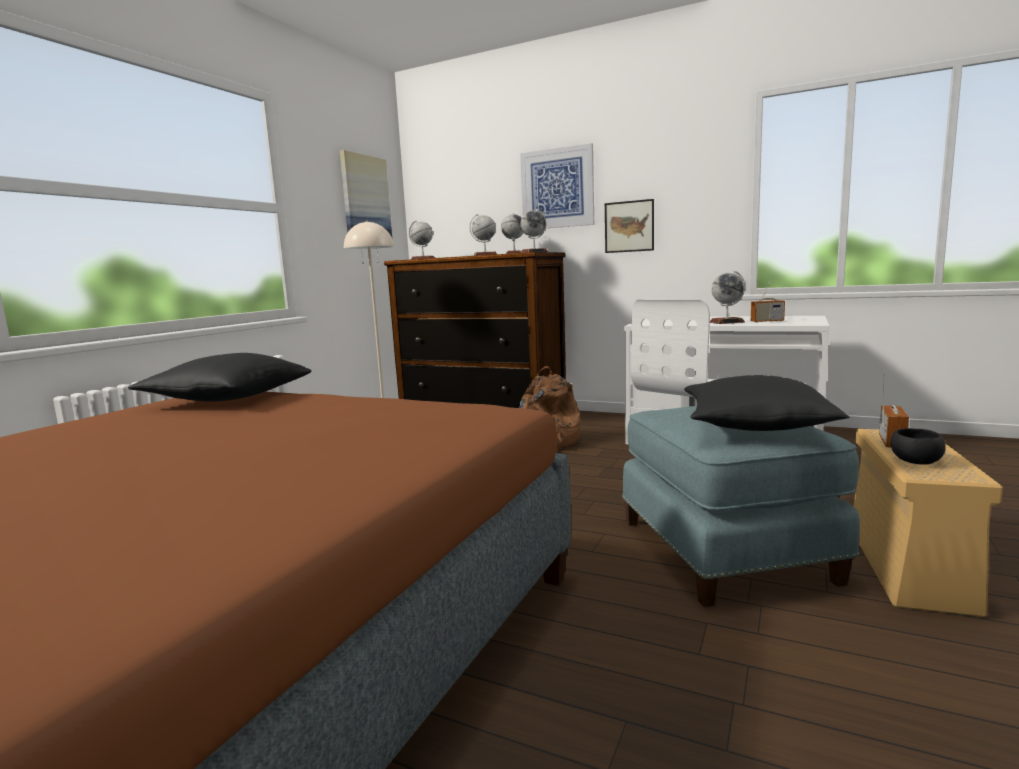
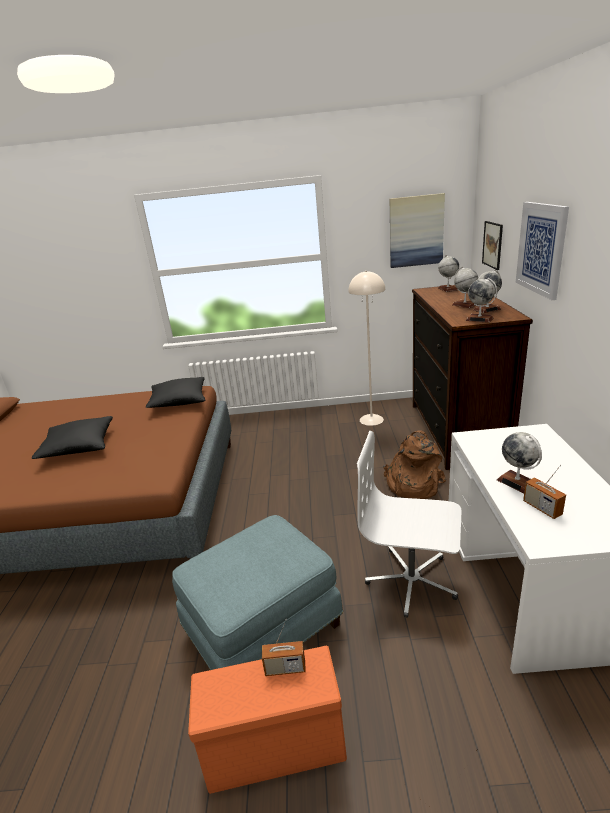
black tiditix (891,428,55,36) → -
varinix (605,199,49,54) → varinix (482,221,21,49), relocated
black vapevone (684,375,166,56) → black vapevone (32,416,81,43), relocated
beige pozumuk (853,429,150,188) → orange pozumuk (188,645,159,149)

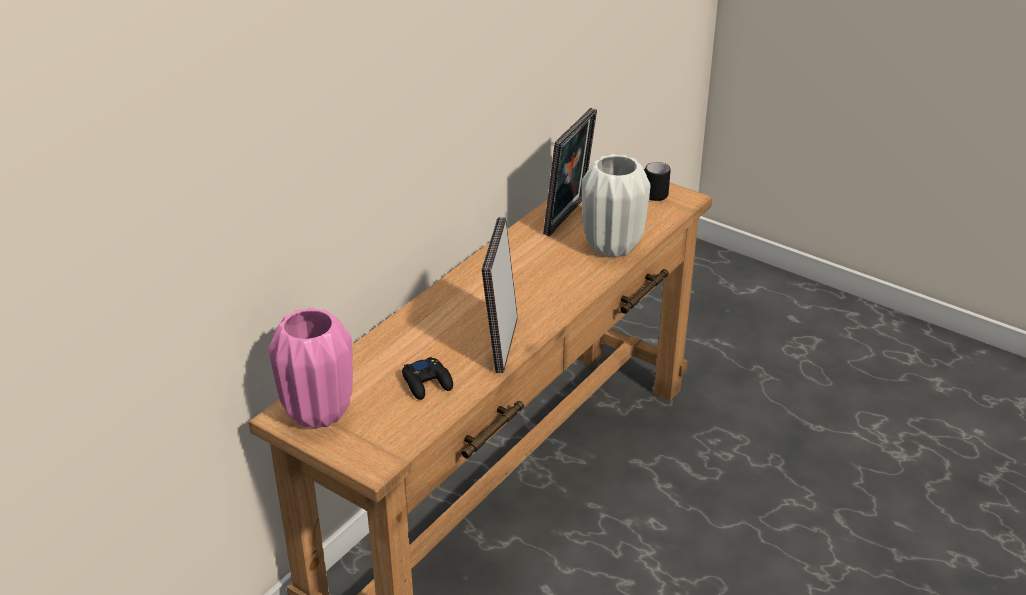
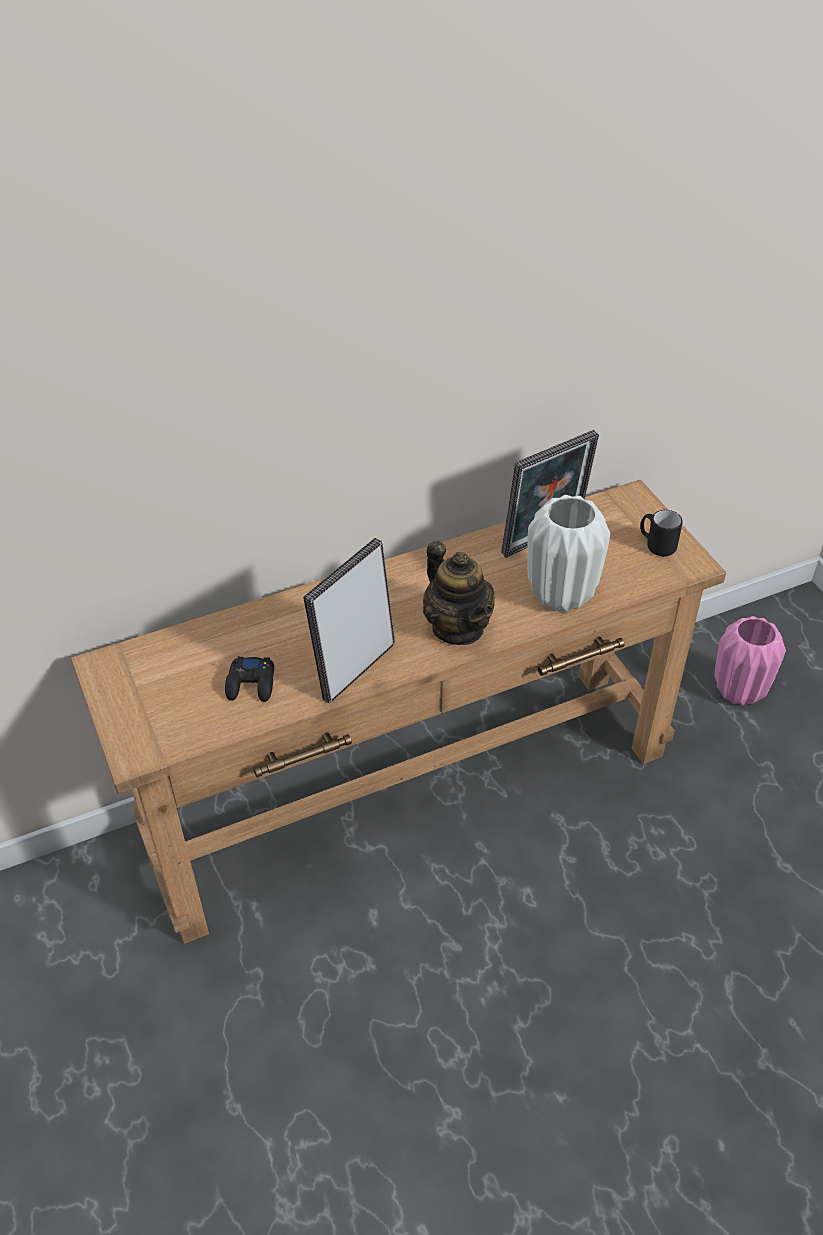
- → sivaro (423,541,72,104)
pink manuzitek (269,307,84,122) → pink manuzitek (714,616,72,90), relocated

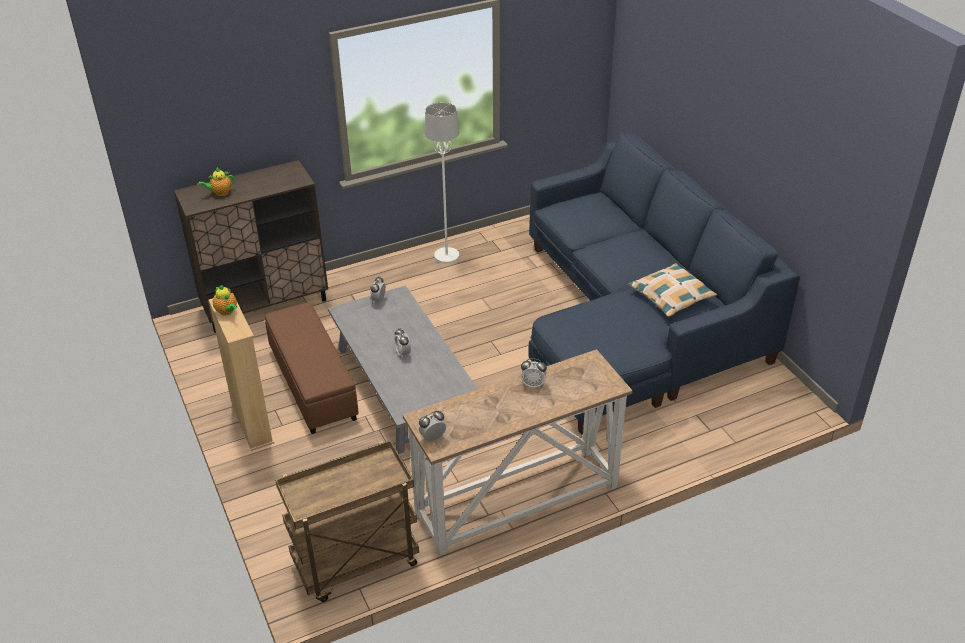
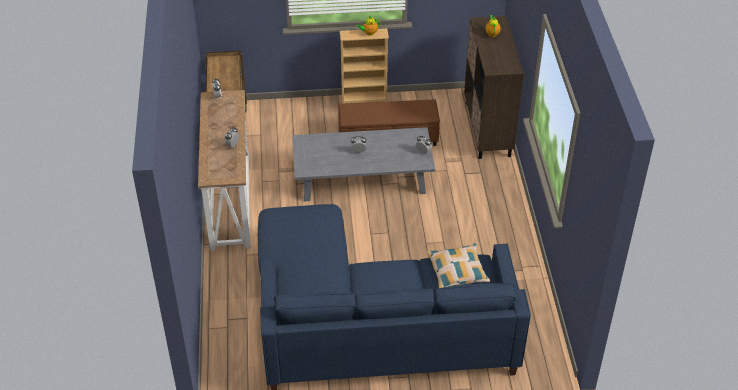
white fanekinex (425,102,34,162) → -
vapevone (628,263,89,54) → vapevone (427,243,63,45), relocated

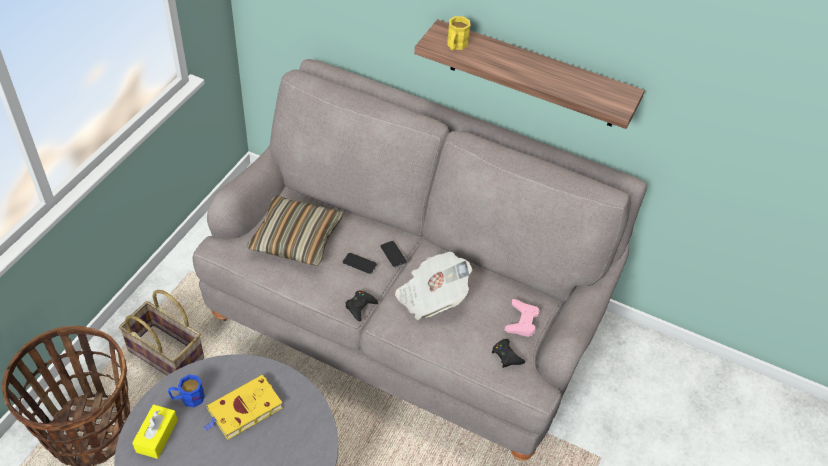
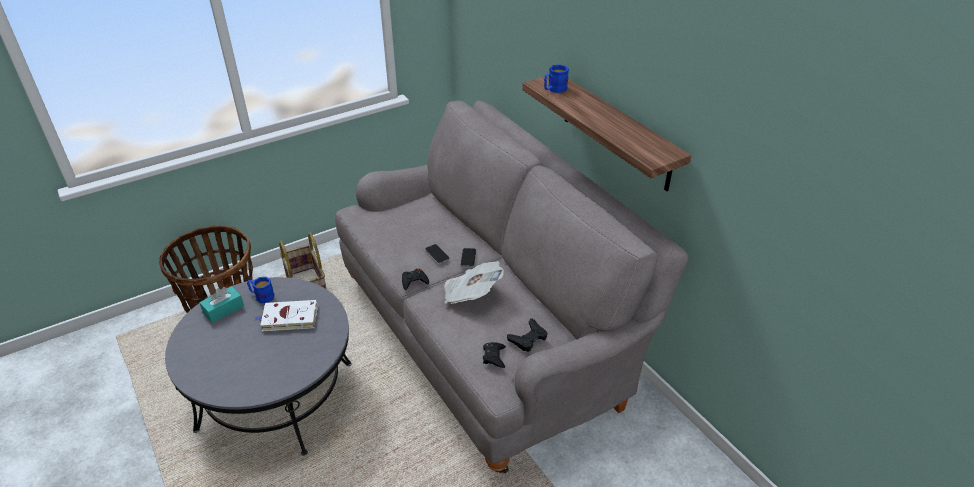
vapevone (247,195,97,71) → -
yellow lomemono (132,404,46,55) → turquoise lomemono (200,286,44,37)
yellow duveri (203,375,80,65) → white duveri (255,300,63,31)
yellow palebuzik (447,16,24,34) → blue palebuzik (544,64,25,29)
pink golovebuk (504,299,36,38) → black golovebuk (507,318,41,34)

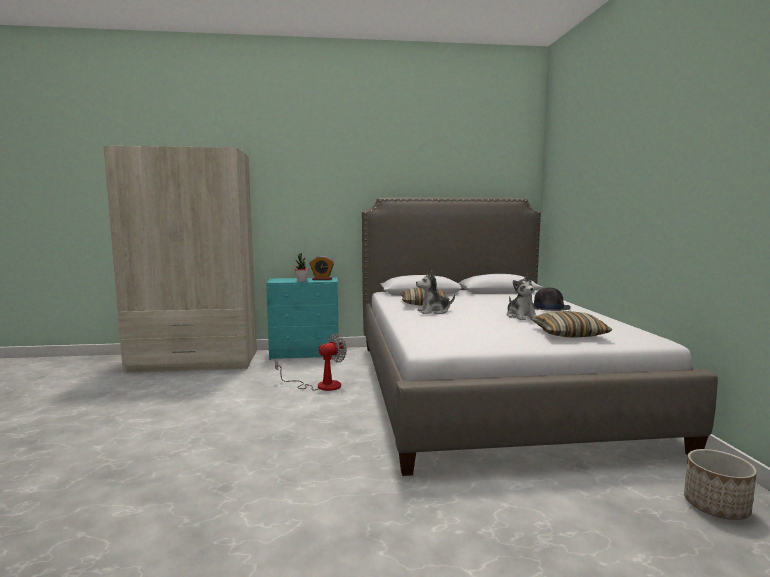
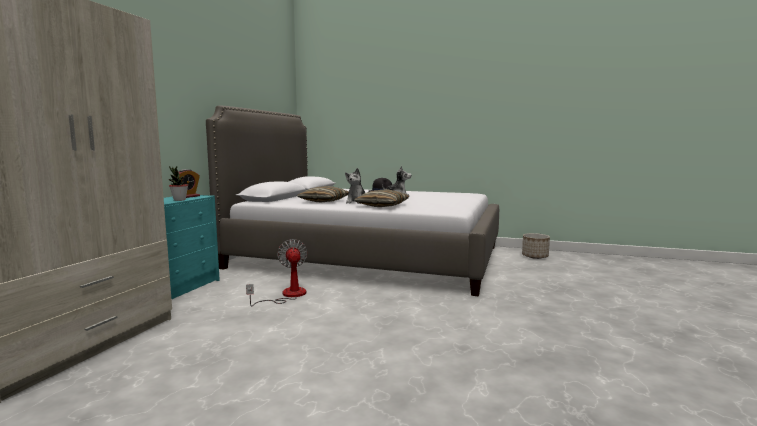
vapevone (531,311,81,27) → vapevone (354,189,55,18), relocated

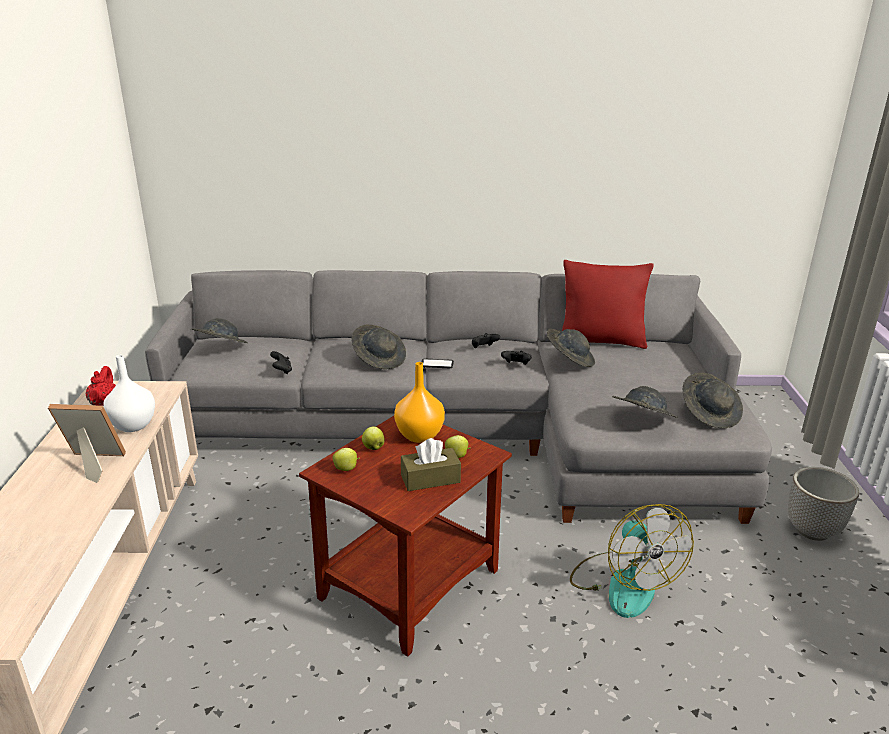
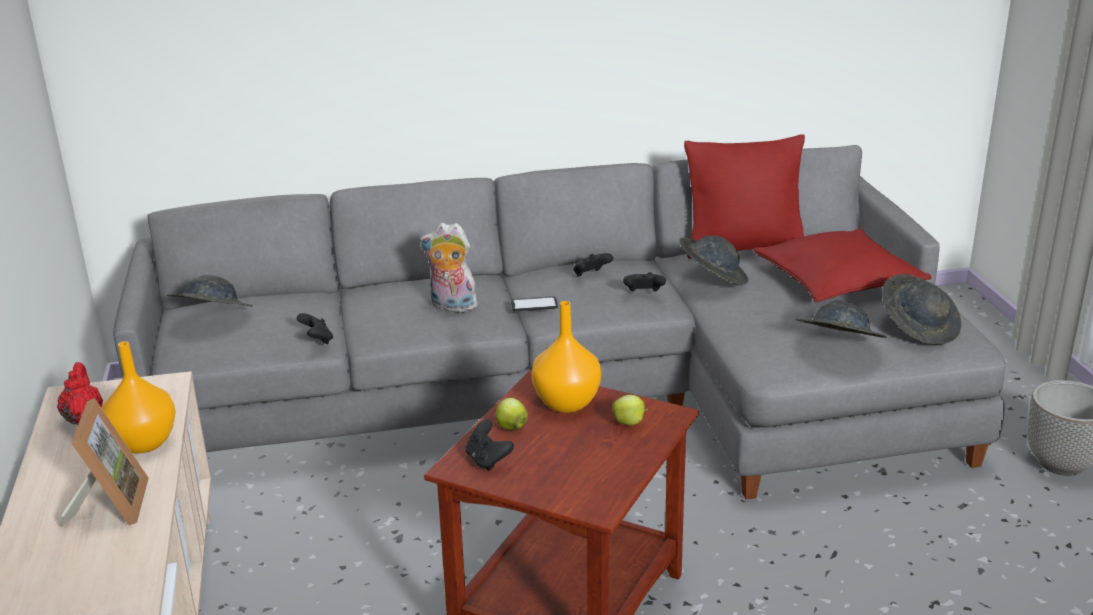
brown lomemono (401,438,60,53) → -
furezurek (570,504,124,114) → -
- → red vapevone (753,228,178,74)
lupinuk (332,448,28,23) → black golovebuk (466,420,48,51)
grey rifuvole (352,324,54,45) → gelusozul (419,223,59,90)
white manuzitek (103,355,52,77) → orange manuzitek (102,341,73,112)
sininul (48,404,78,79) → sininul (60,398,89,129), 90 degrees clockwise

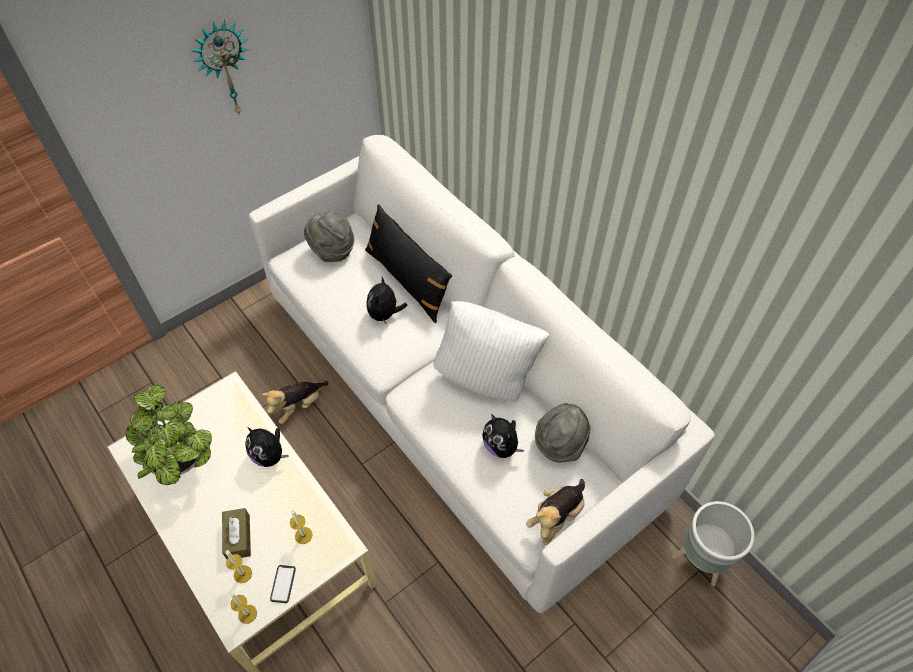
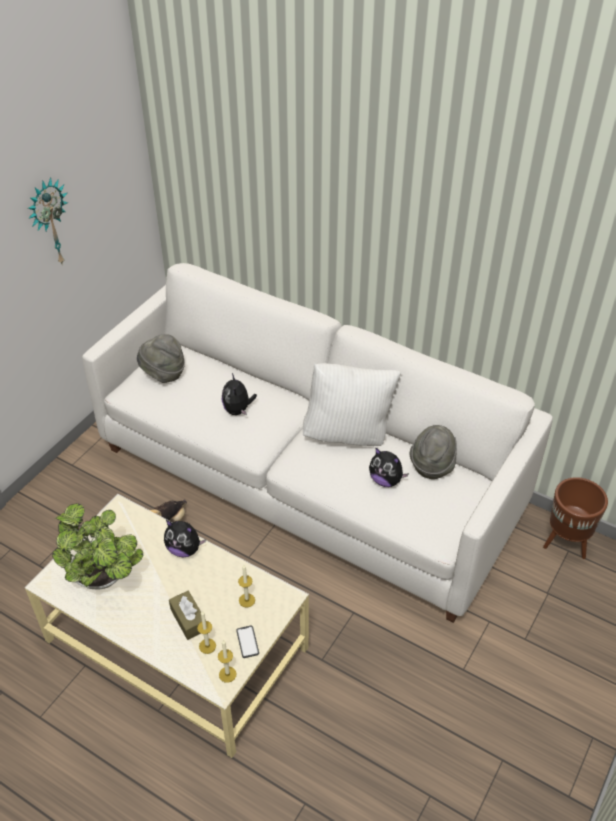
black vapevone (365,204,87,119) → -
gelusozul (526,479,59,66) → -
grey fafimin (672,501,83,85) → brown fafimin (543,477,65,82)

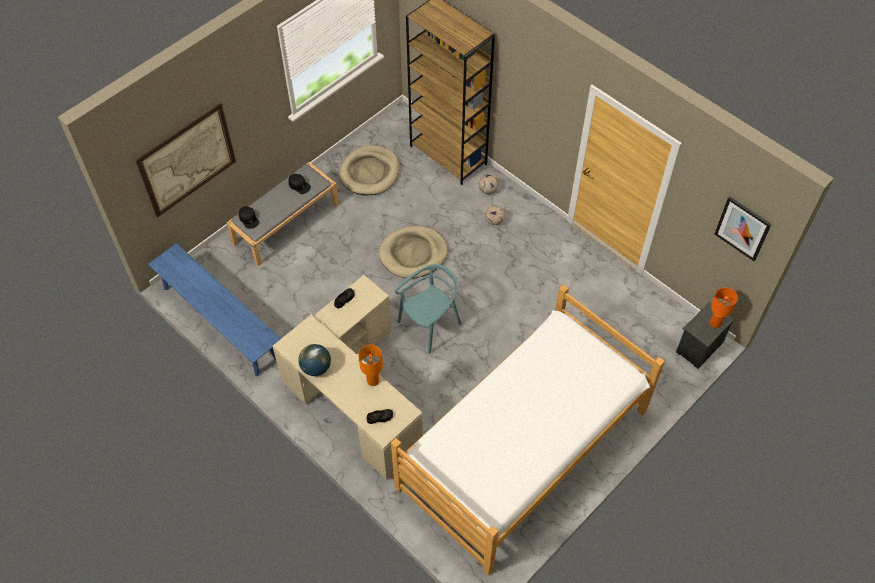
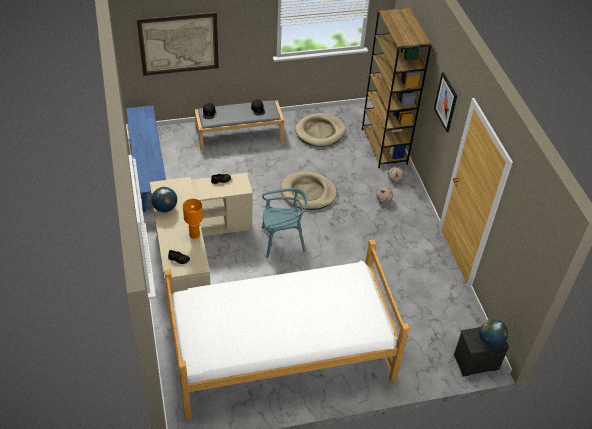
varinix (715,196,57,65) → varinix (434,72,23,60), relocated
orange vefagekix (709,287,29,41) → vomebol (479,319,29,28)

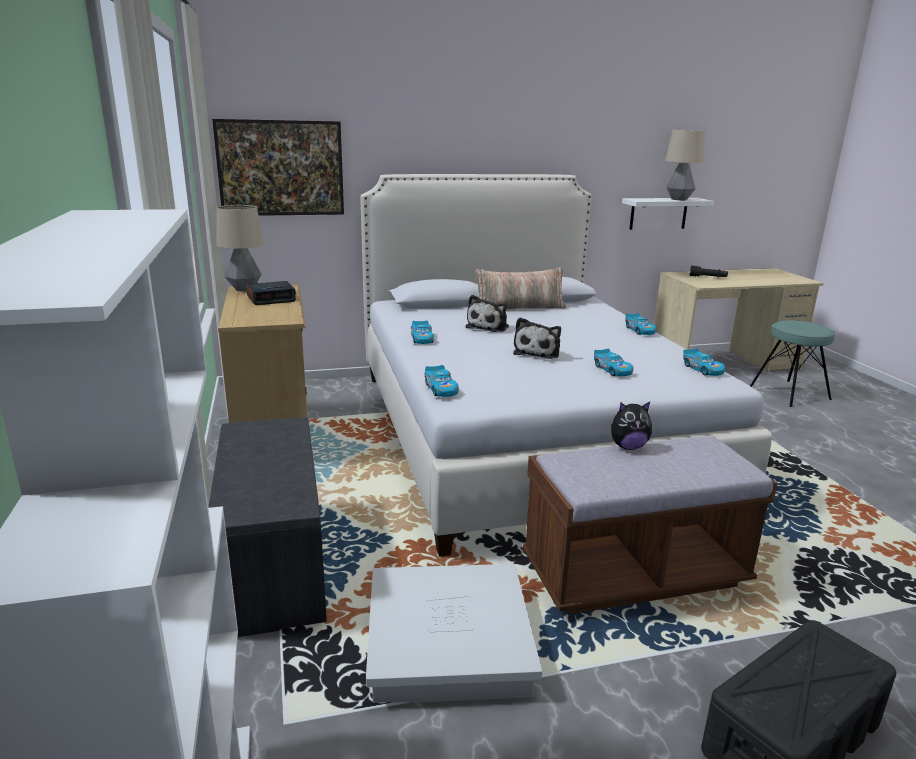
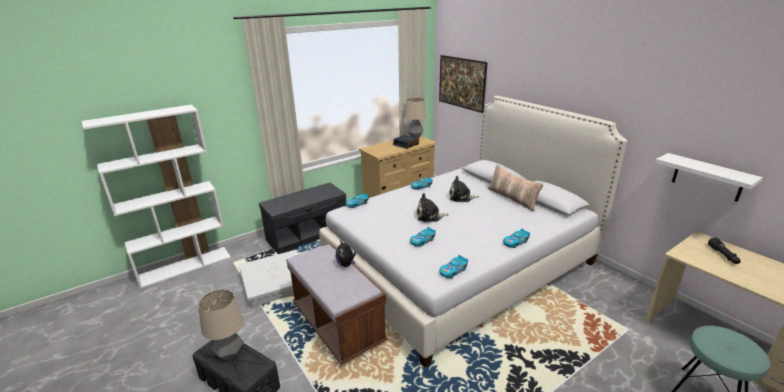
vefagekix (665,130,40,70) → vefagekix (198,289,46,71), relocated

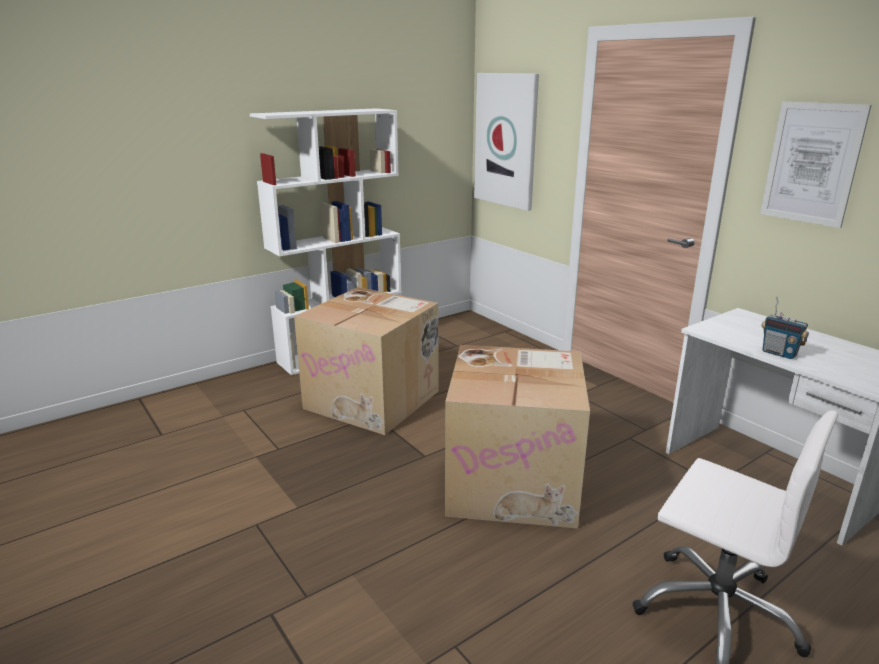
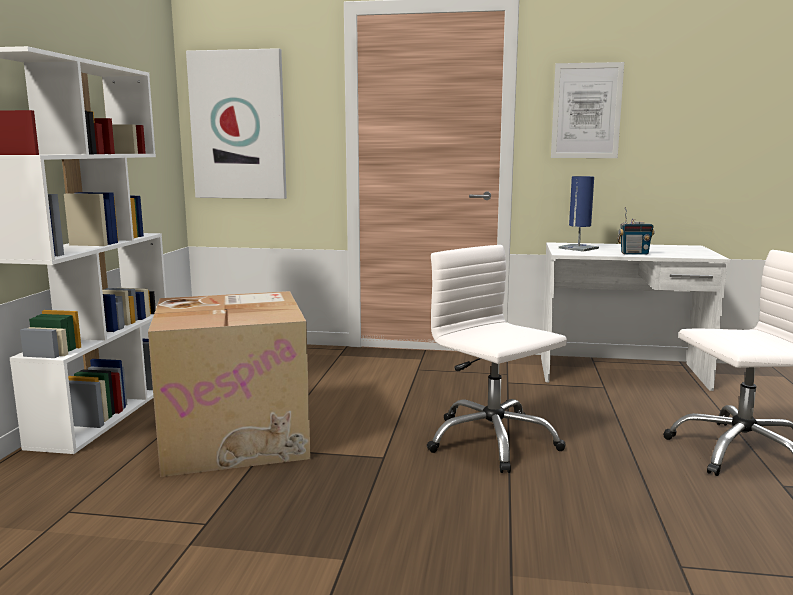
- → blue vefagekix (559,176,40,76)
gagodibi (445,345,145,184) → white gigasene (426,245,141,228)

